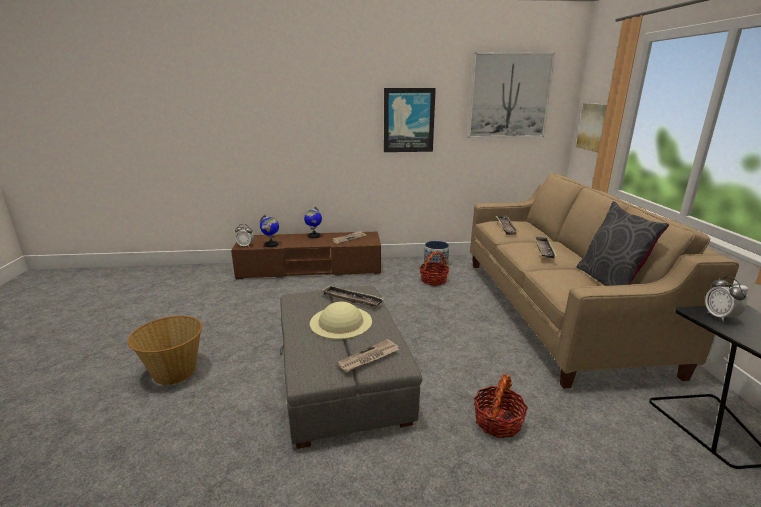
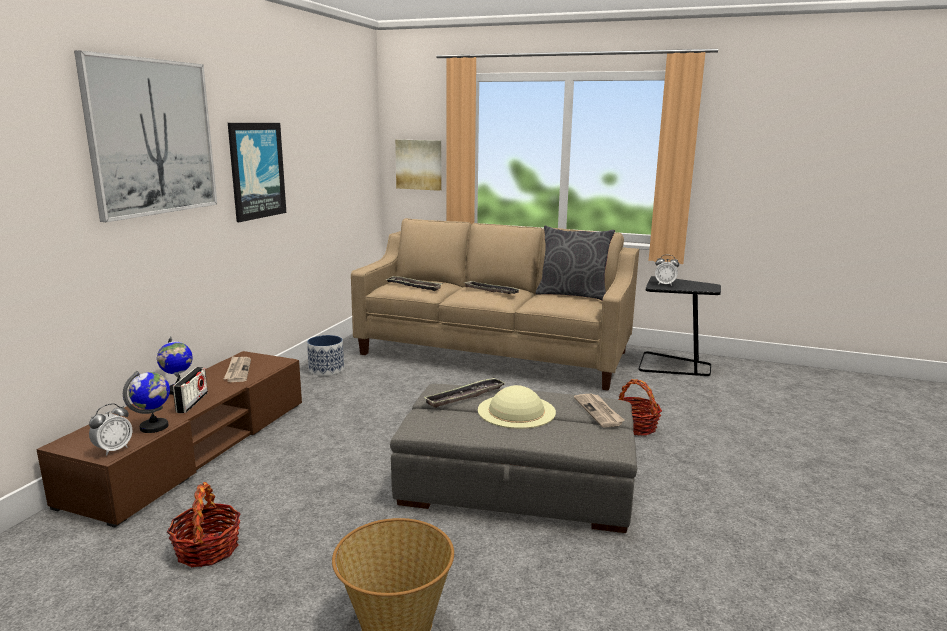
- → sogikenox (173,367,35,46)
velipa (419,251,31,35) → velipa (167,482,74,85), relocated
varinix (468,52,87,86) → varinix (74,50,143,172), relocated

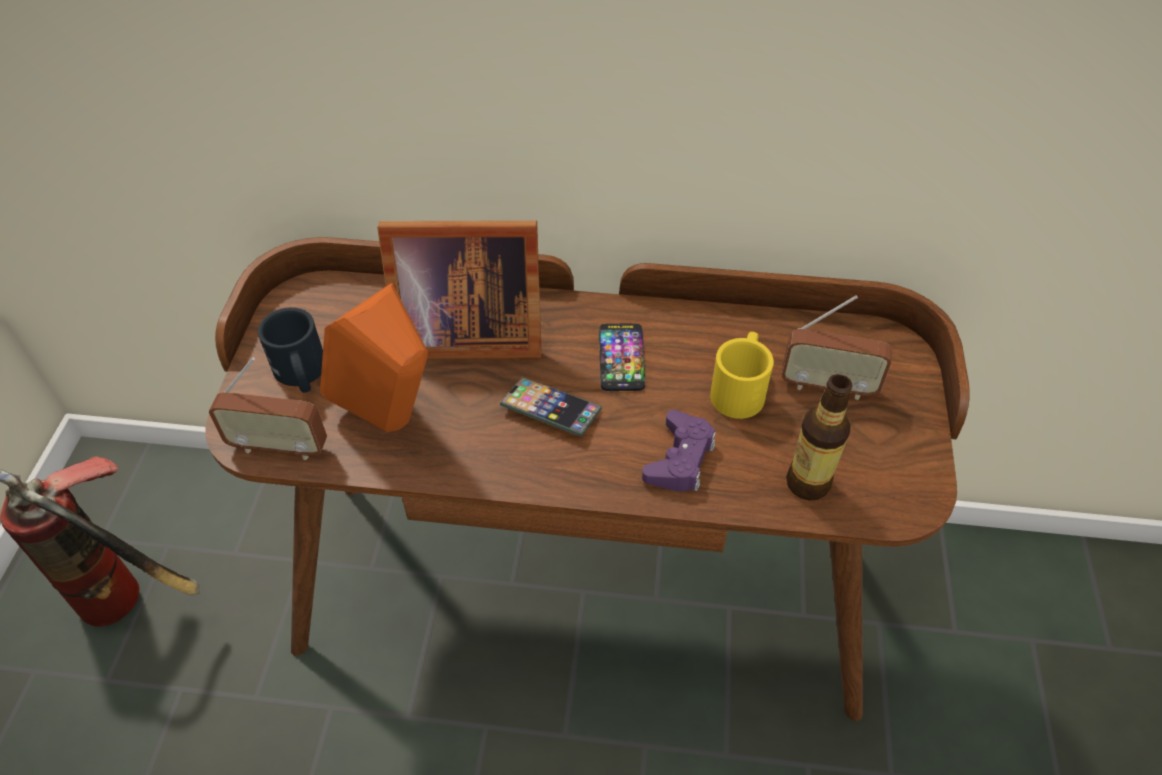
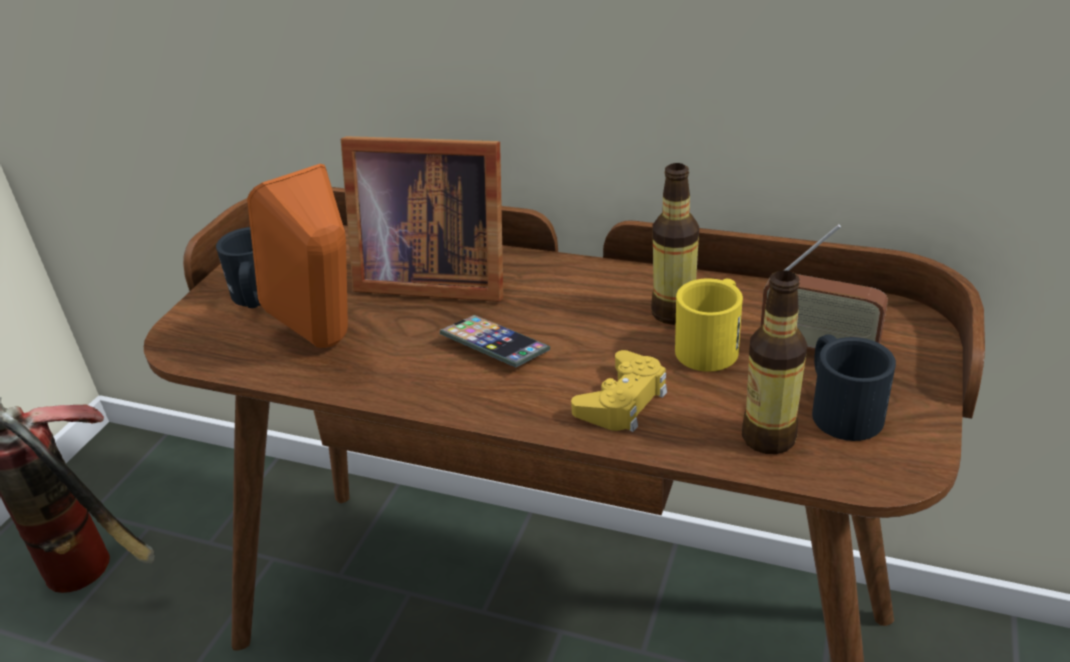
sogikenox (209,357,118,104) → -
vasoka (599,324,46,67) → -
- → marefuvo (651,163,48,162)
- → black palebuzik (812,335,84,106)
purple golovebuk (642,410,74,82) → yellow golovebuk (571,350,96,82)

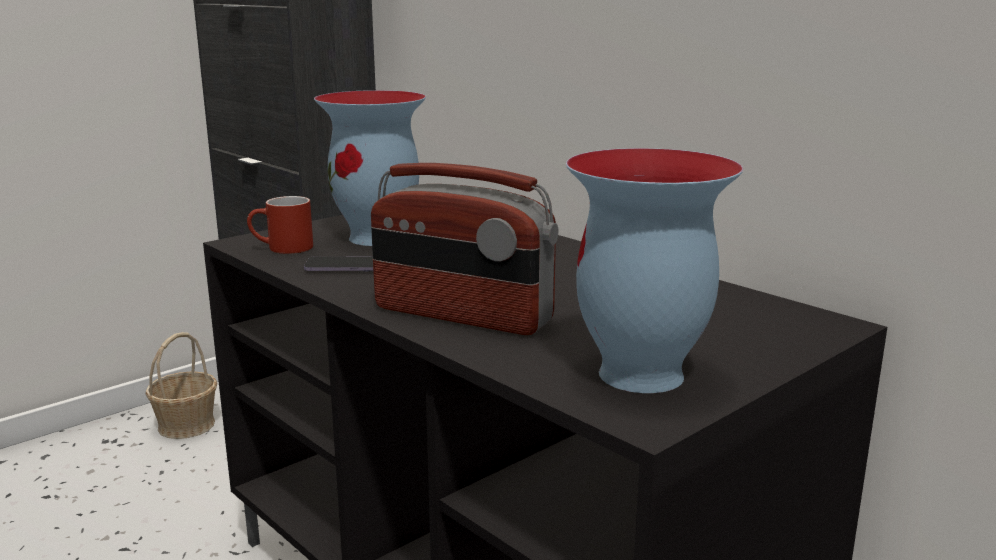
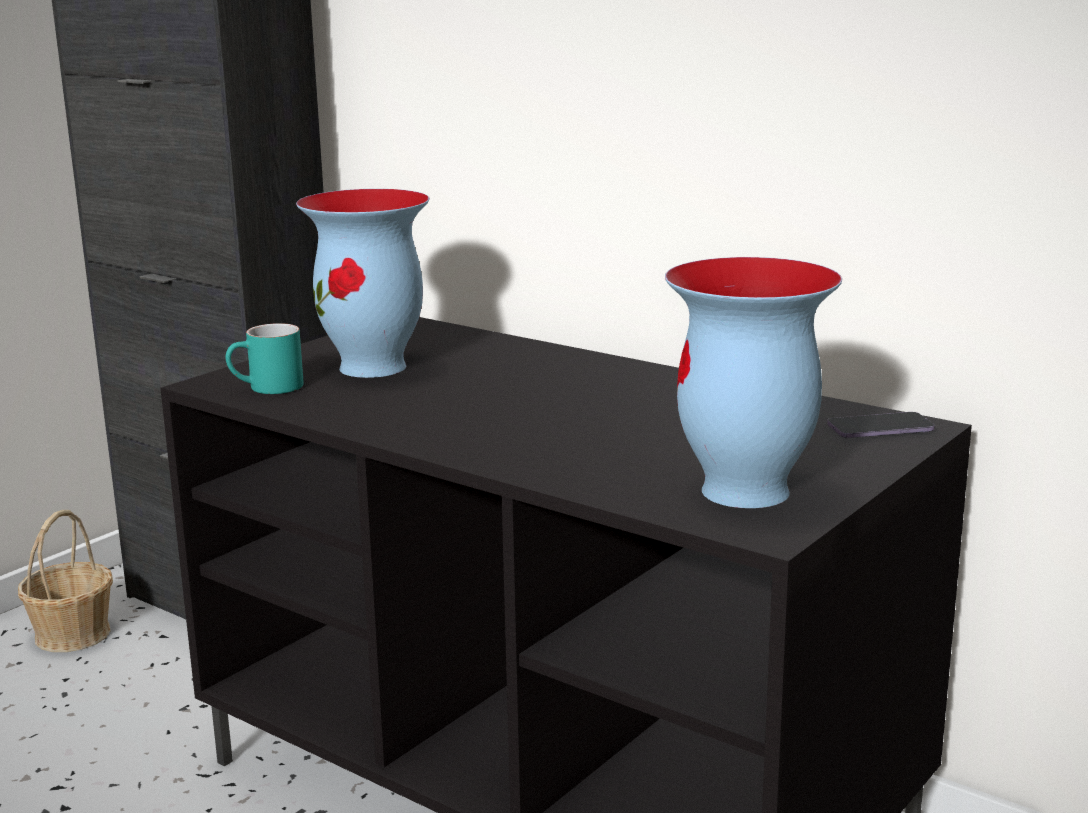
sogikenox (371,163,188,172) → -
vasoka (304,256,69,16) → vasoka (827,412,108,26), relocated
red palebuzik (247,196,66,58) → turquoise palebuzik (225,323,79,71)

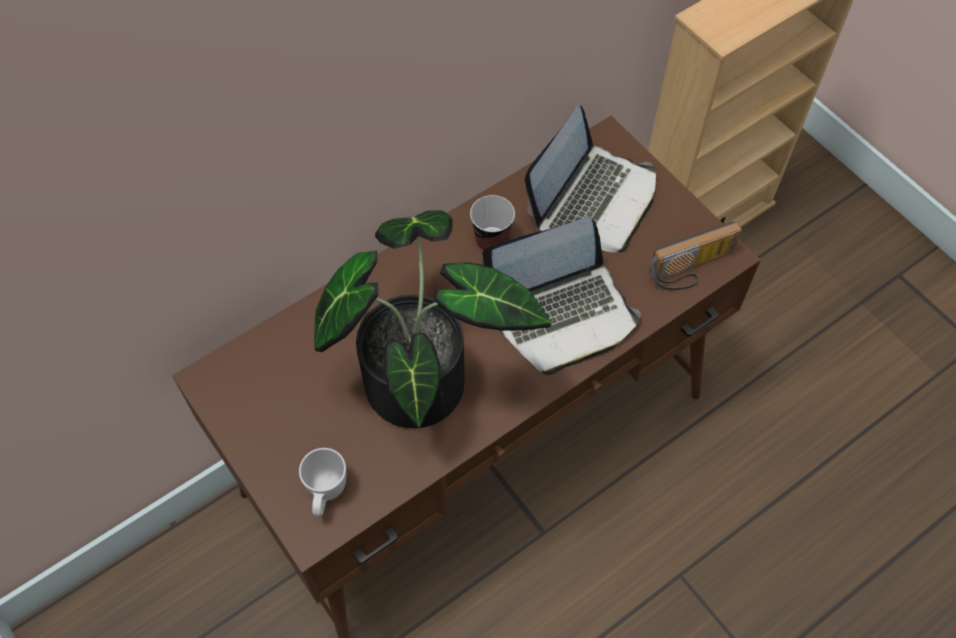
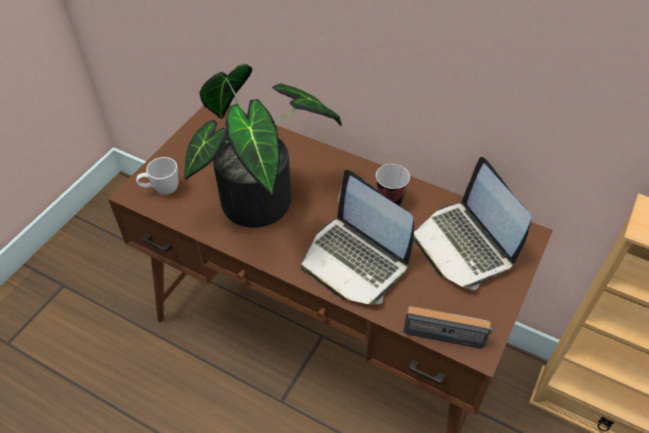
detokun (525,105,131,148) → detokun (413,157,119,133), 60 degrees clockwise
sogikenox (649,221,93,69) → sogikenox (403,306,92,43), 150 degrees clockwise

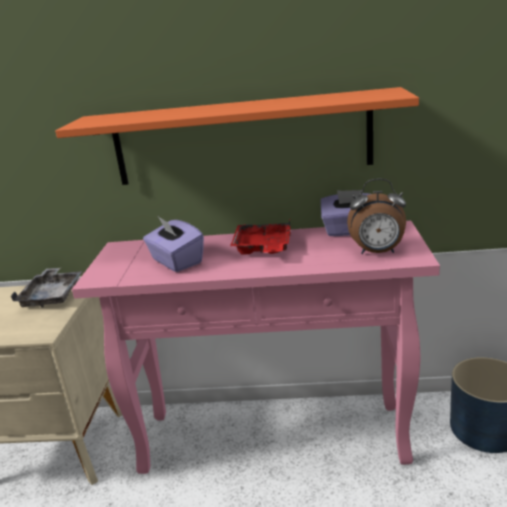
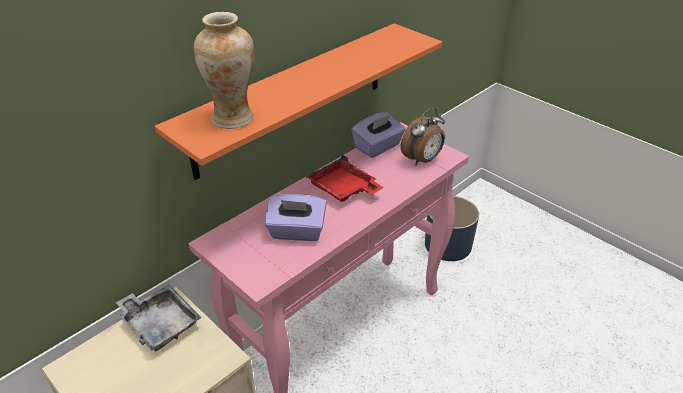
- → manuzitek (194,12,61,117)

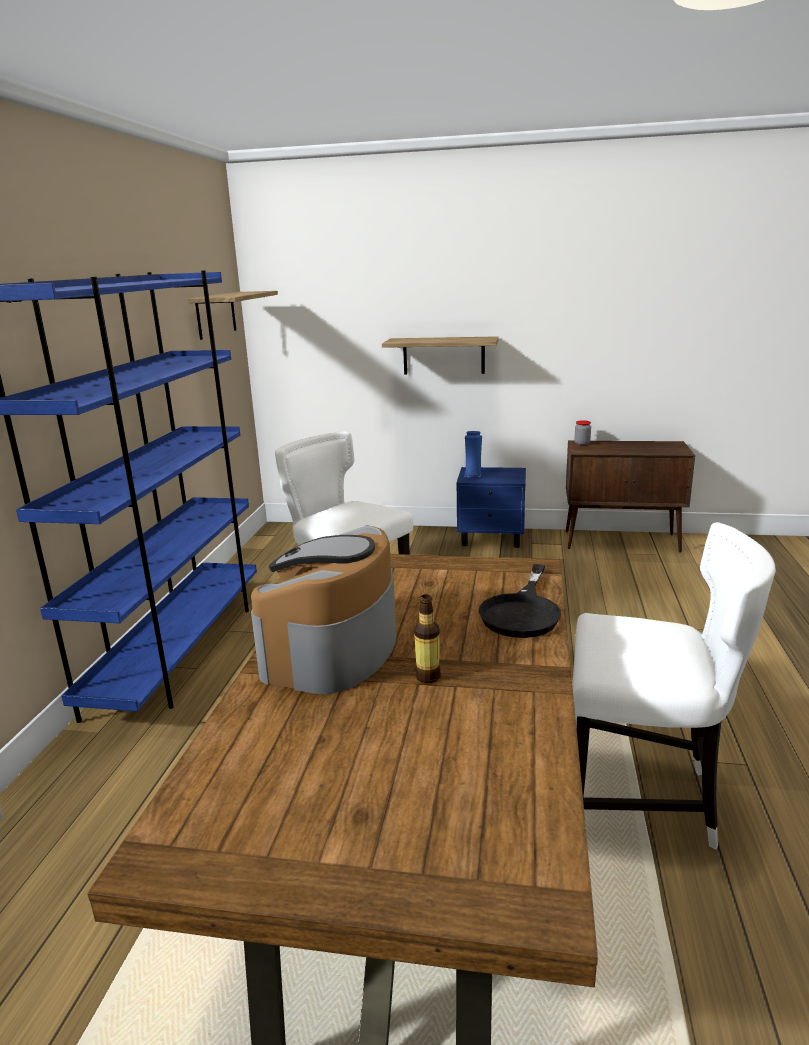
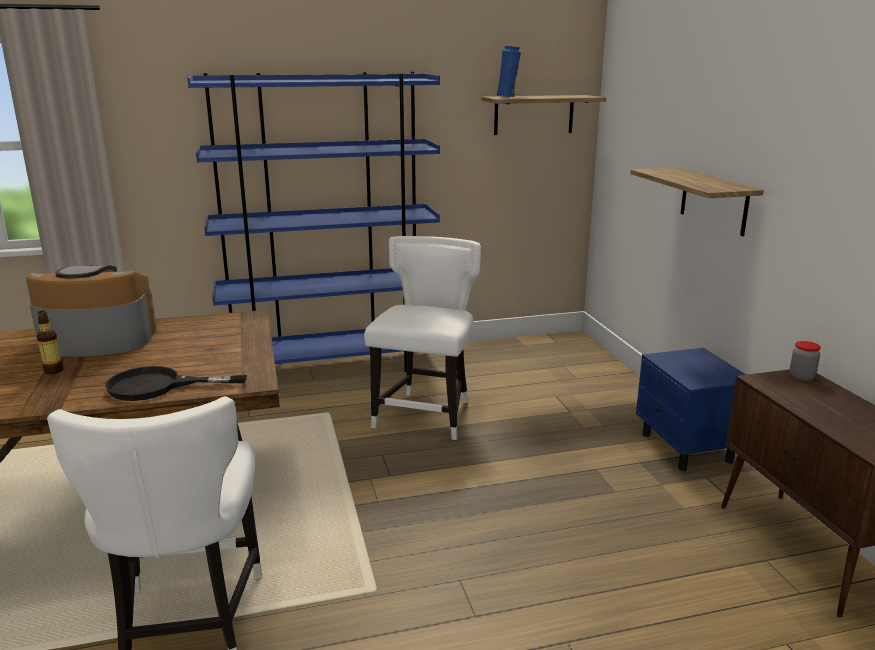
blue manuzitek (465,431,17,46) → blue manuzitek (497,46,24,51), relocated

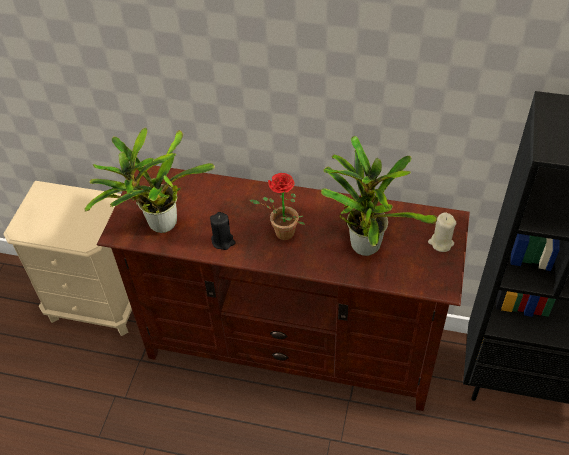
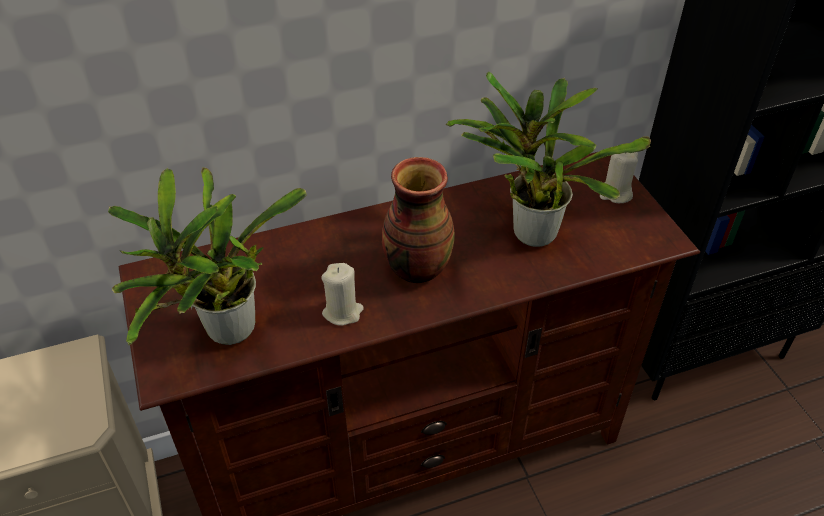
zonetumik (249,173,56,68) → manuzitek (382,157,73,126)
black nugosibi (210,212,26,38) → beige nugosibi (322,263,42,63)

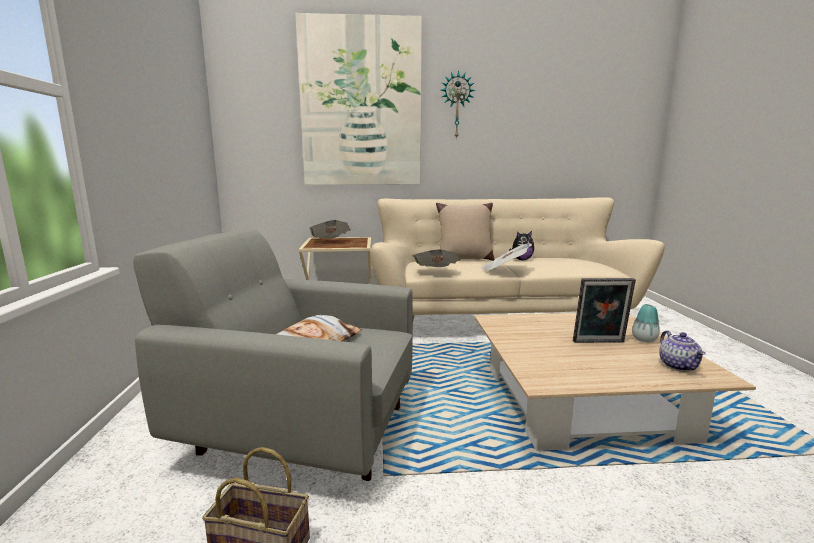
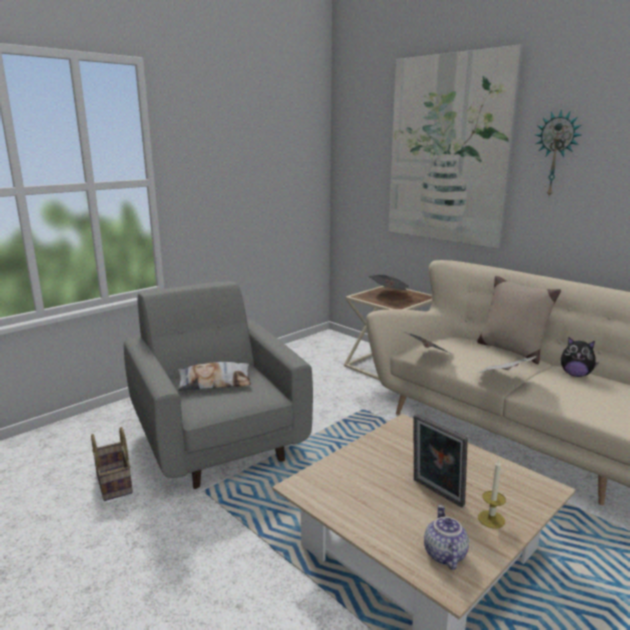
manuzitek (632,304,28,39) → nugosibi (478,460,28,69)
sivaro (659,331,47,40) → sivaro (424,505,45,65), 135 degrees clockwise

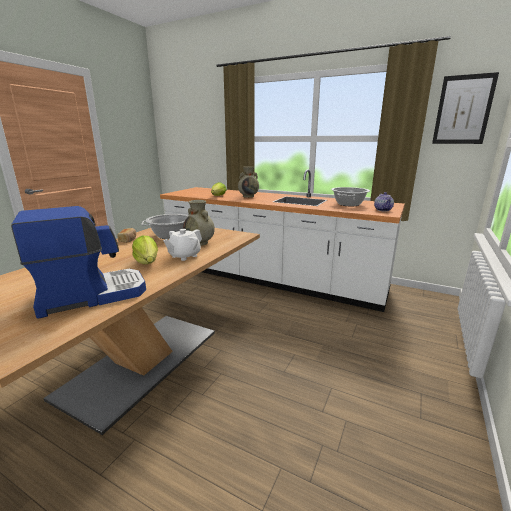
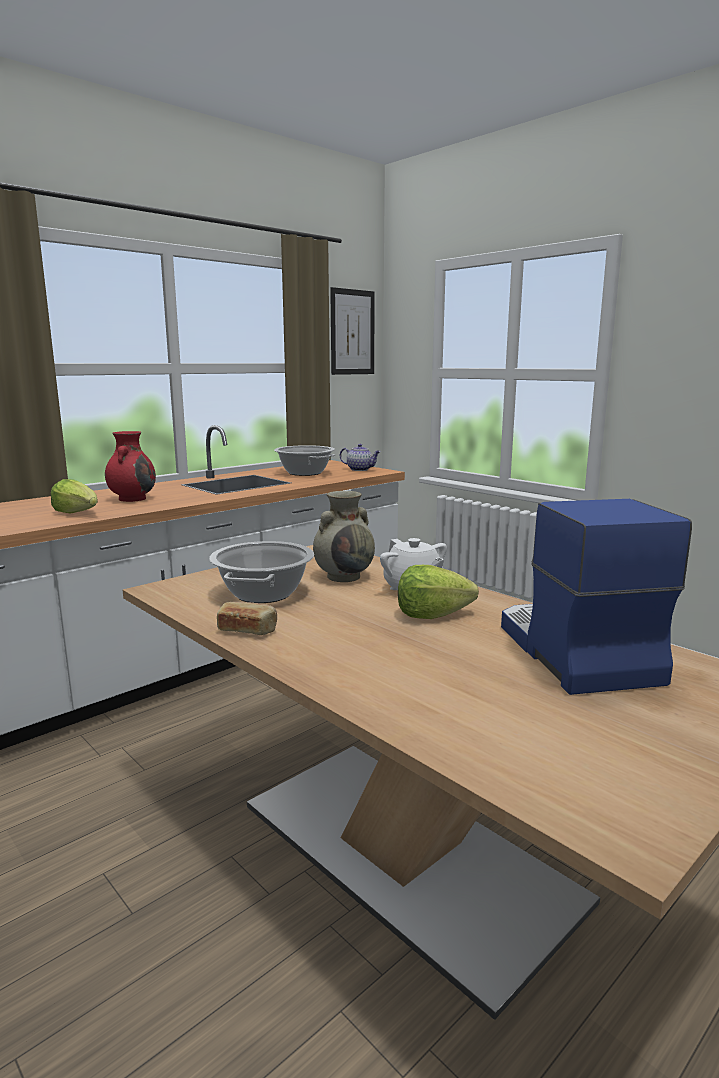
beige manuzitek (238,166,21,32) → red manuzitek (105,431,51,71)

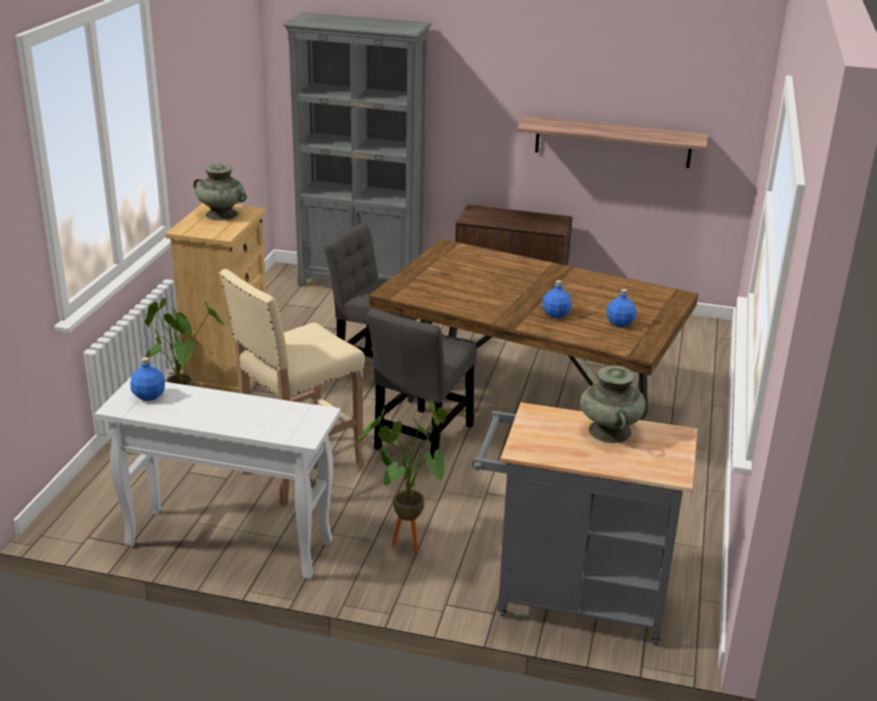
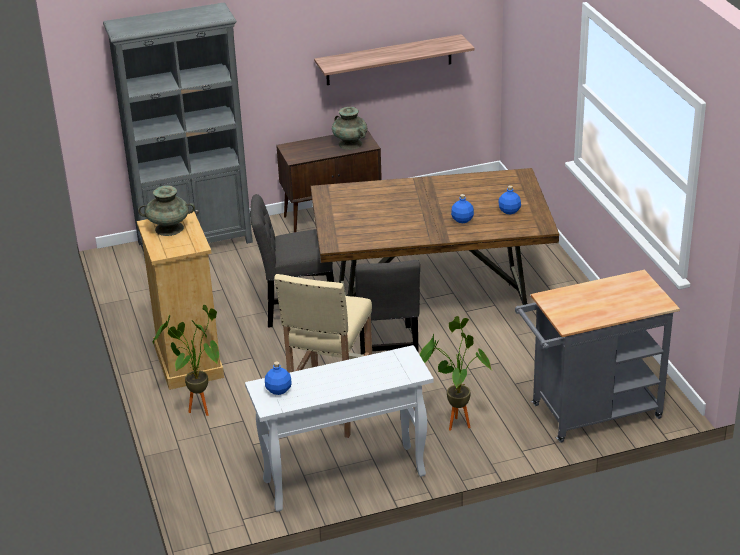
turquoise manuzitek (580,366,66,77) → turquoise manuzitek (332,107,35,43), relocated

